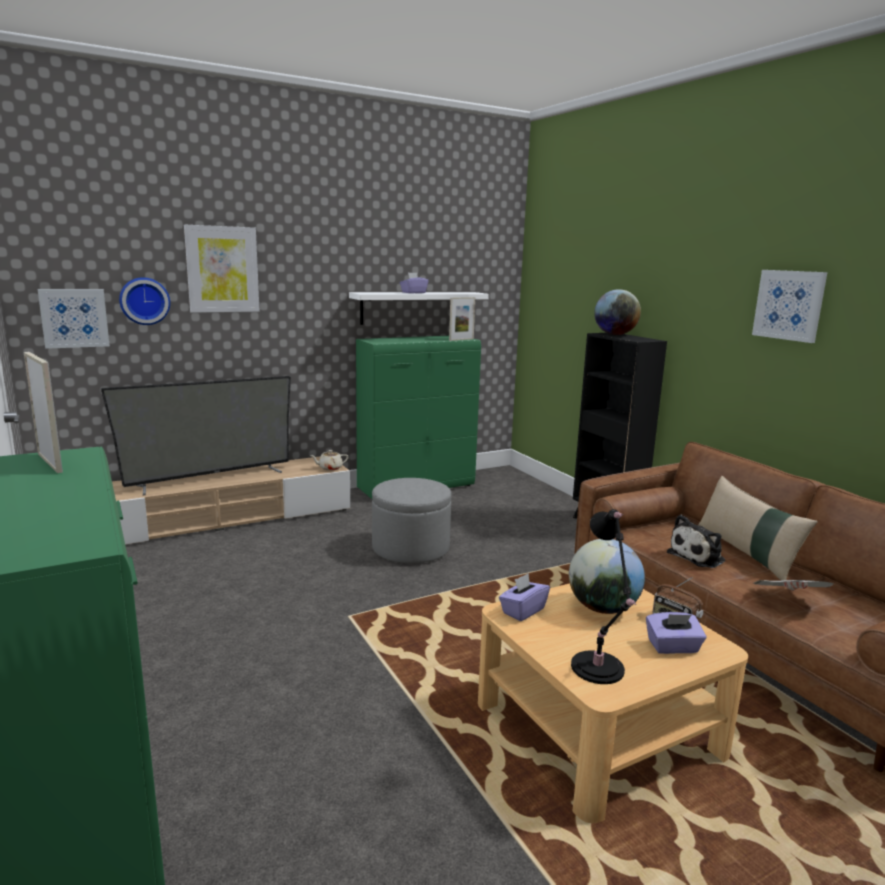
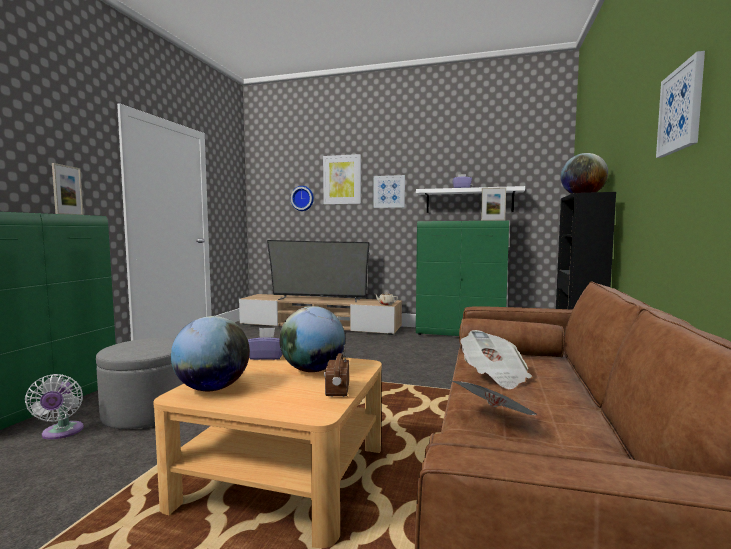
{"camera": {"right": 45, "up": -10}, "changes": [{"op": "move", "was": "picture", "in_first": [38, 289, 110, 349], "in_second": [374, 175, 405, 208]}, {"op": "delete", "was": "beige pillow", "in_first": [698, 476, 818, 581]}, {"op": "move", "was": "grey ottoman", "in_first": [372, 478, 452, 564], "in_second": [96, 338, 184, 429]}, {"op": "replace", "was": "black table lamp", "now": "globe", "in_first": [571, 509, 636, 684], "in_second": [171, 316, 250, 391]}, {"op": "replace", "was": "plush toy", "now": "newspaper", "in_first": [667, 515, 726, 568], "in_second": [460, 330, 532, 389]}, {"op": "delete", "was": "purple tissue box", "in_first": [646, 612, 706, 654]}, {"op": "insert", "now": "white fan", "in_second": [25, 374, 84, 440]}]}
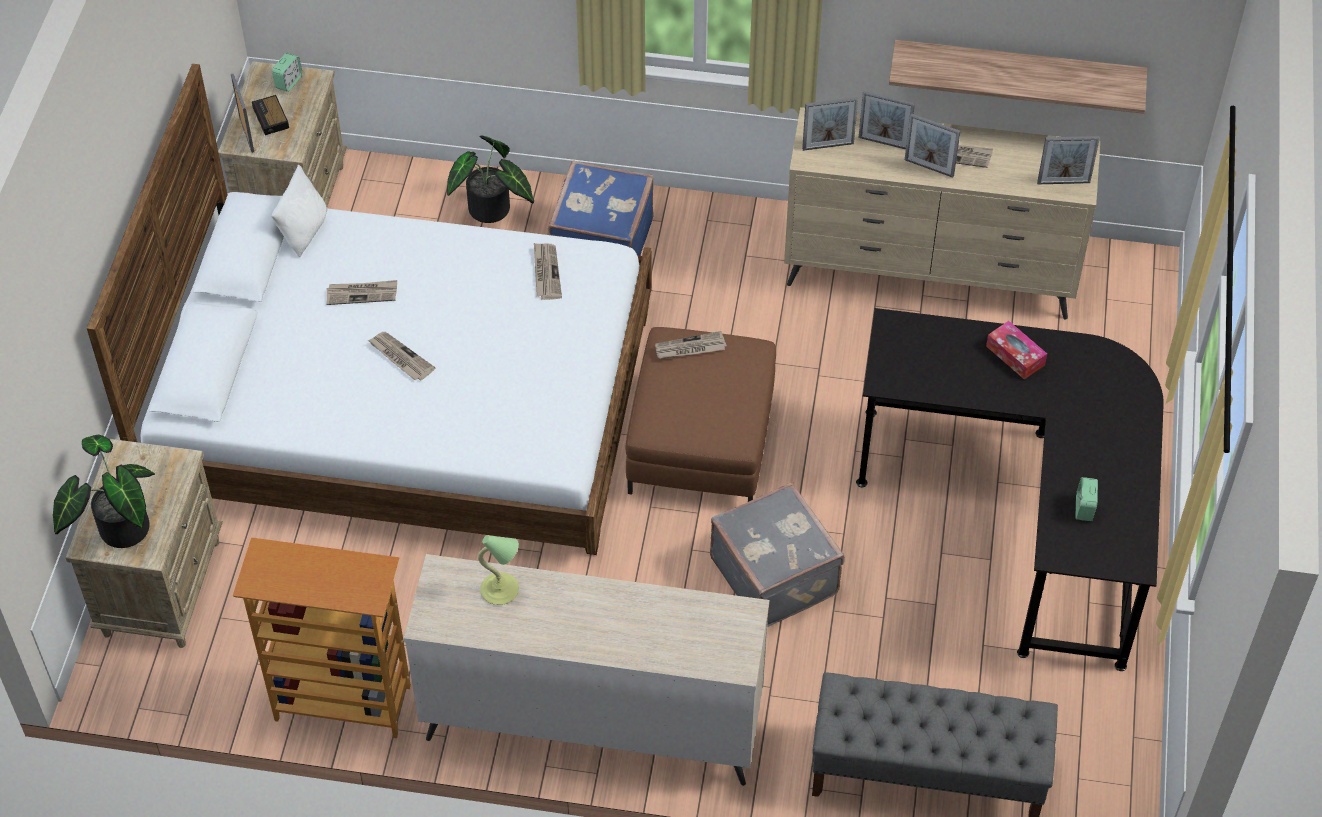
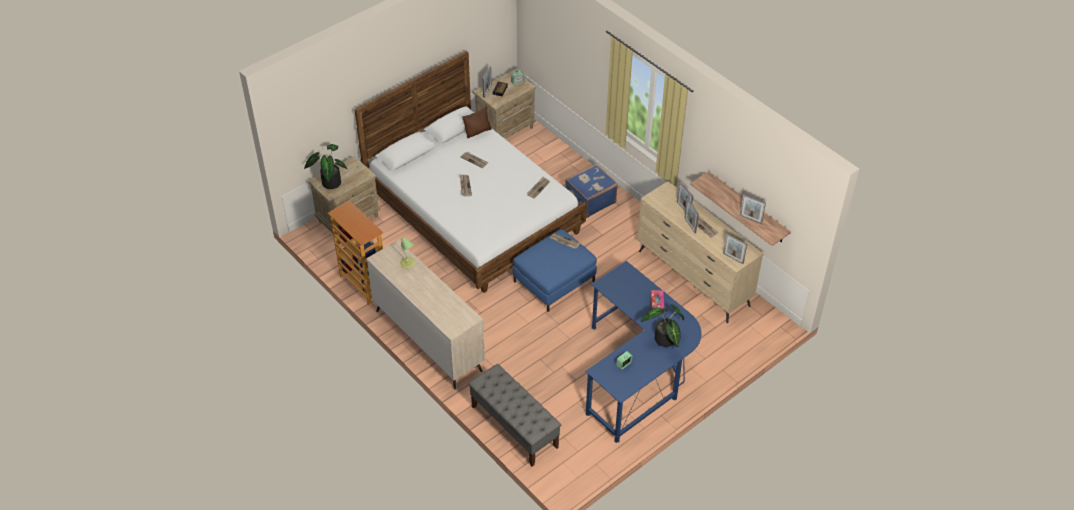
{"camera": {"right": 40, "up": -5}, "changes": [{"op": "move", "was": "picture frame", "in_first": [802, 97, 858, 151], "in_second": [740, 194, 766, 224]}, {"op": "move", "was": "potted plant", "in_first": [447, 135, 534, 223], "in_second": [640, 304, 685, 348]}, {"op": "recolor", "was": "white pillow", "now": "brown pillow", "in_first": [271, 165, 327, 257], "in_second": [462, 107, 492, 138]}, {"op": "recolor", "was": "black desk", "now": "blue desk", "in_first": [856, 308, 1164, 671], "in_second": [585, 261, 701, 443]}, {"op": "recolor", "was": "brown ottoman", "now": "blue ottoman", "in_first": [626, 327, 776, 502], "in_second": [513, 229, 597, 312]}, {"op": "delete", "was": "grey suitcase", "in_first": [710, 482, 845, 627]}]}
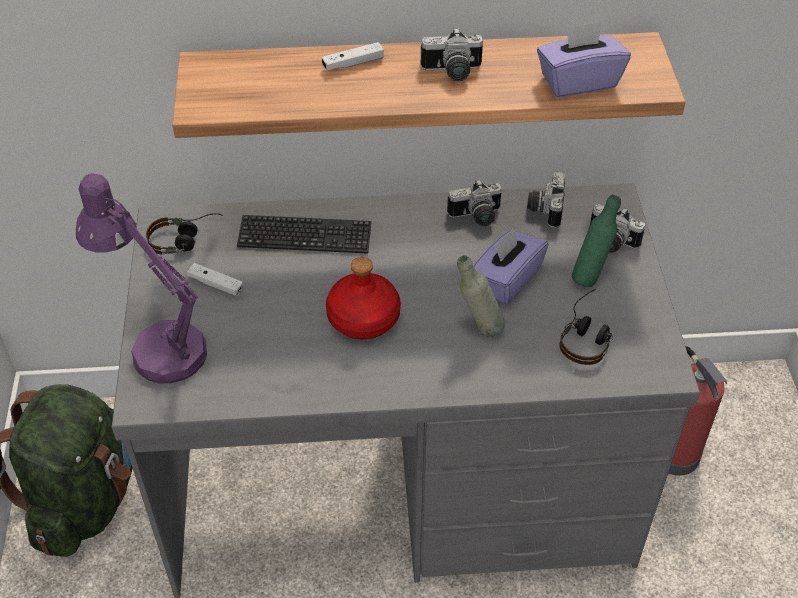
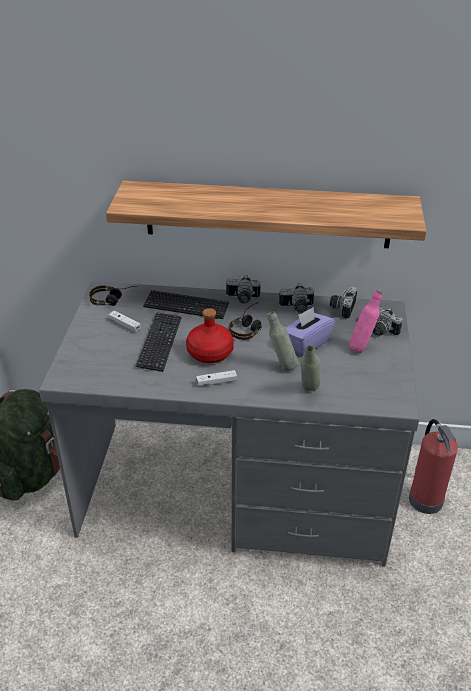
{"camera": {"right": 10, "up": -10}, "changes": [{"op": "delete", "was": "purple tissue box", "in_first": [537, 22, 631, 97]}, {"op": "move", "was": "photo camera", "in_first": [421, 28, 483, 81], "in_second": [226, 275, 261, 304]}, {"op": "move", "was": "white game controller", "in_first": [322, 42, 384, 70], "in_second": [196, 370, 237, 386]}, {"op": "delete", "was": "purple table lamp", "in_first": [76, 173, 207, 384]}, {"op": "recolor", "was": "green bottle", "now": "pink bottle", "in_first": [572, 195, 621, 287], "in_second": [349, 290, 382, 352]}, {"op": "move", "was": "headphones", "in_first": [559, 289, 613, 365], "in_second": [229, 302, 262, 340]}, {"op": "insert", "now": "keyboard", "in_second": [136, 313, 181, 372]}, {"op": "insert", "now": "grey bottle", "in_second": [300, 345, 320, 391]}]}
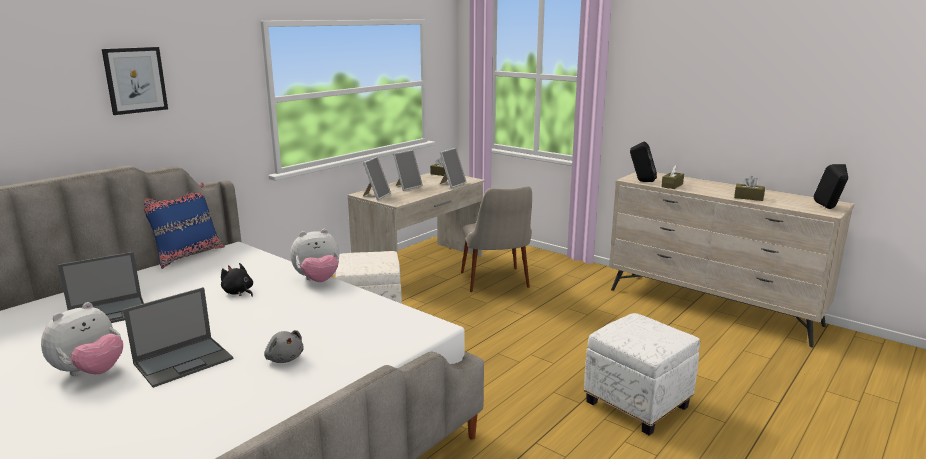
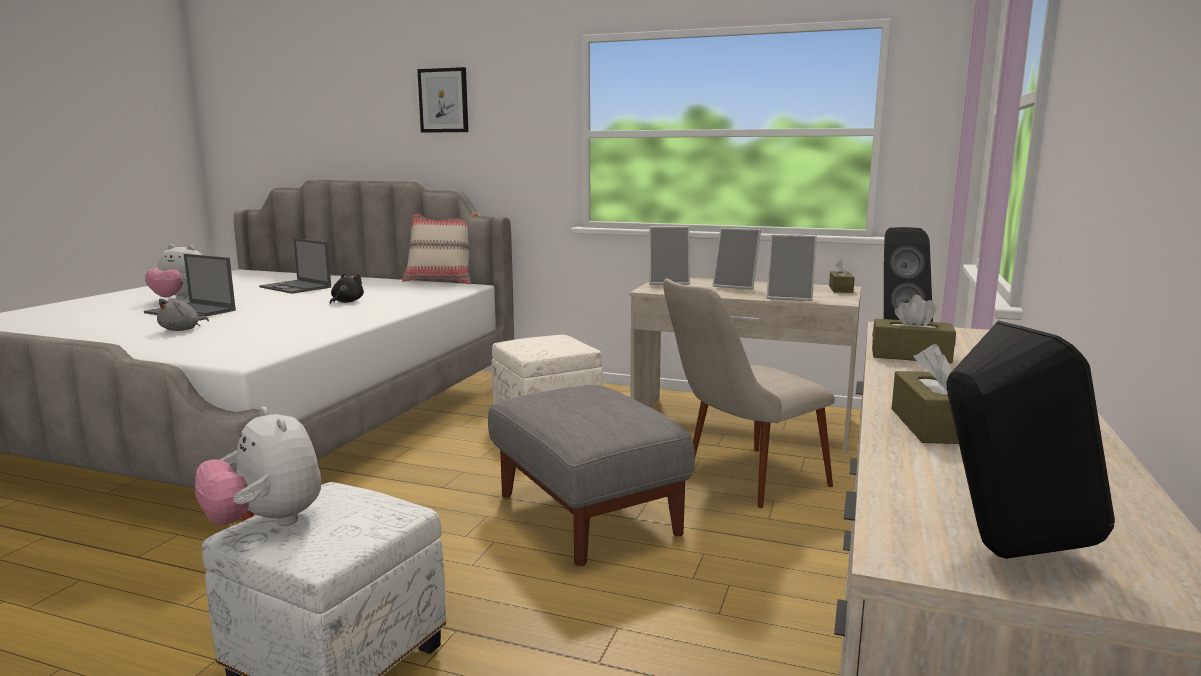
{"camera": {"right": 70, "up": -5}, "changes": [{"op": "recolor", "was": "blue pillow", "now": "beige pillow", "in_first": [144, 182, 225, 269], "in_second": [402, 212, 478, 284]}, {"op": "move", "was": "plush toy", "in_first": [290, 229, 339, 282], "in_second": [195, 407, 321, 526]}, {"op": "insert", "now": "grey ottoman", "in_second": [488, 384, 695, 566]}]}
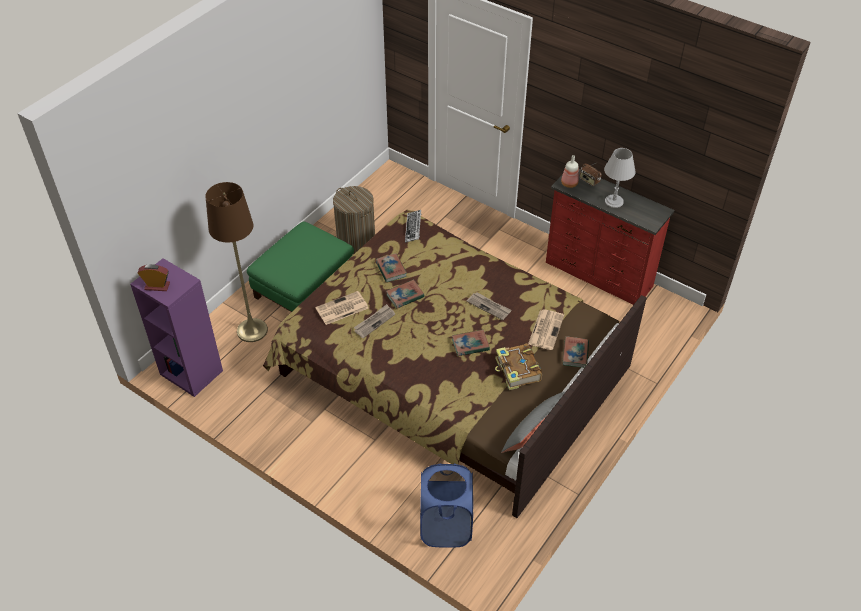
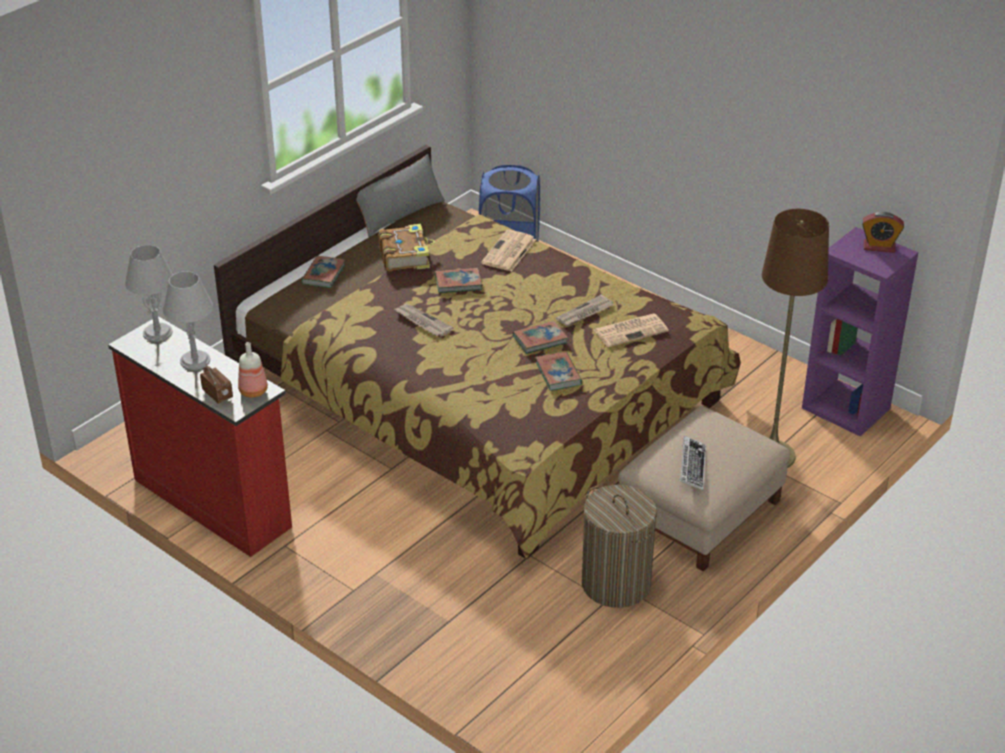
{"camera": {"right": -175, "up": -10}, "changes": [{"op": "move", "was": "keyboard", "in_first": [405, 210, 421, 243], "in_second": [680, 436, 706, 490]}, {"op": "recolor", "was": "green ottoman", "now": "beige ottoman", "in_first": [247, 221, 354, 312], "in_second": [618, 406, 790, 572]}, {"op": "move", "was": "newspaper", "in_first": [528, 309, 564, 350], "in_second": [481, 230, 536, 272]}, {"op": "insert", "now": "grey table lamp", "in_second": [125, 245, 173, 342]}]}
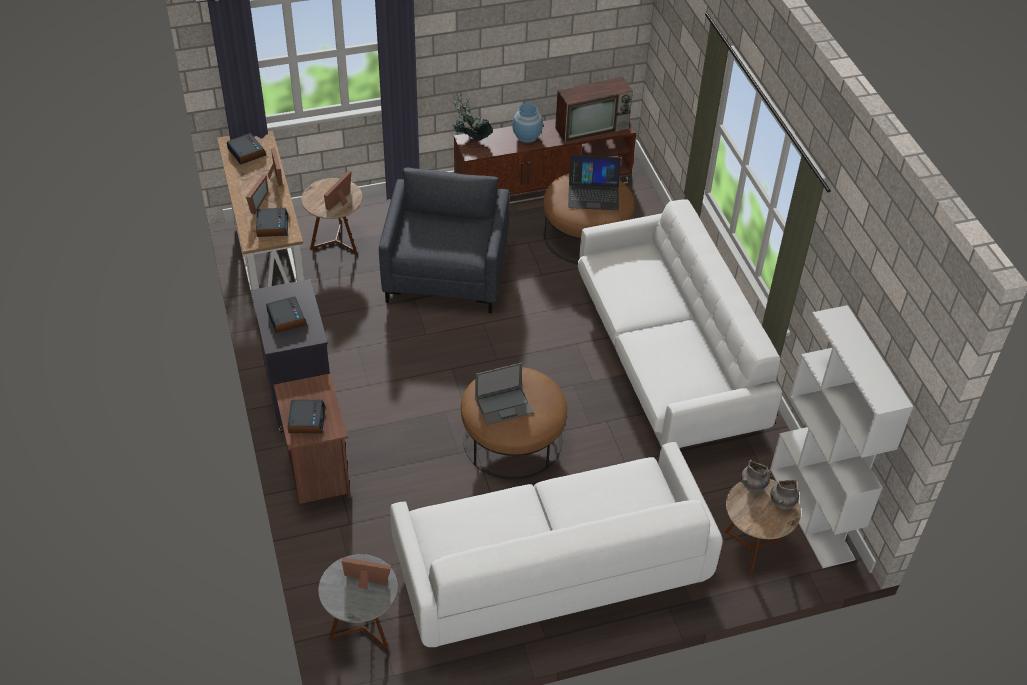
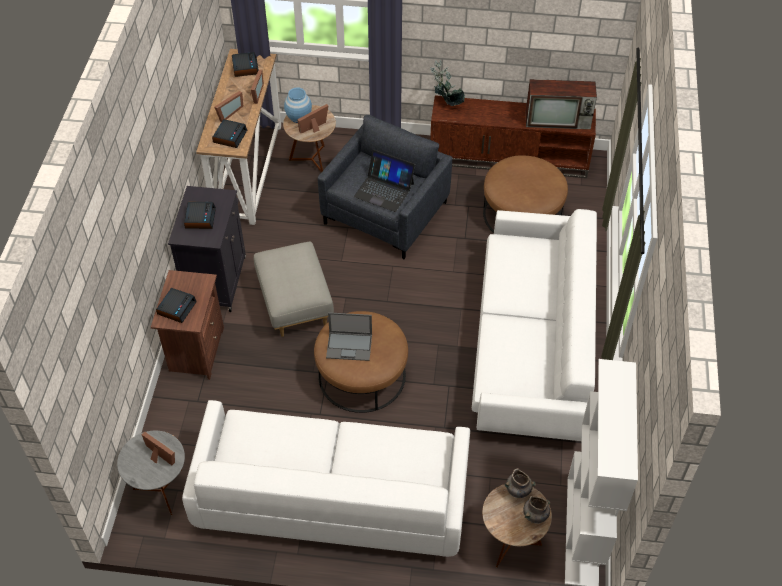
{"camera": {"right": 25, "up": 5}, "changes": [{"op": "move", "was": "blue vase", "in_first": [512, 103, 543, 143], "in_second": [284, 88, 312, 123]}, {"op": "move", "was": "laptop", "in_first": [568, 155, 621, 210], "in_second": [354, 150, 415, 212]}, {"op": "insert", "now": "grey ottoman", "in_second": [254, 242, 334, 337]}]}
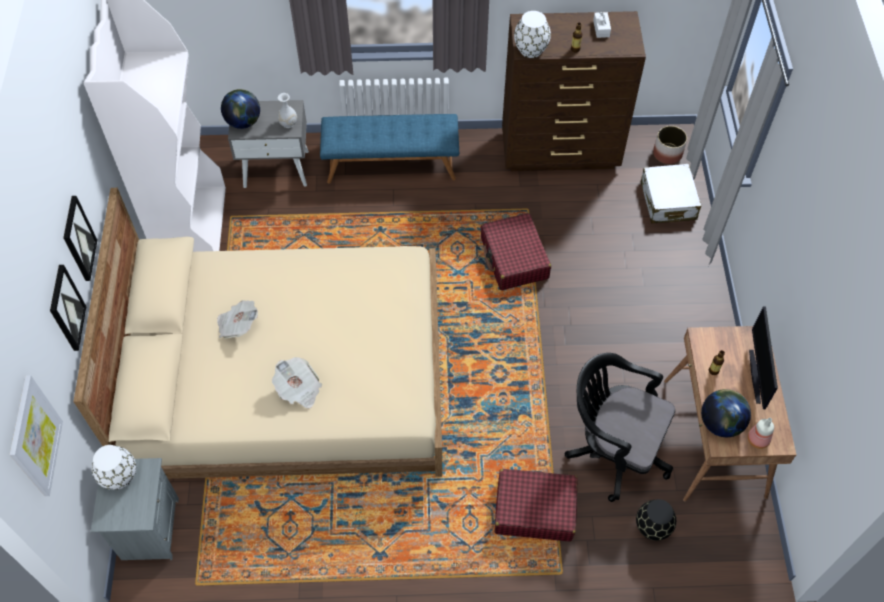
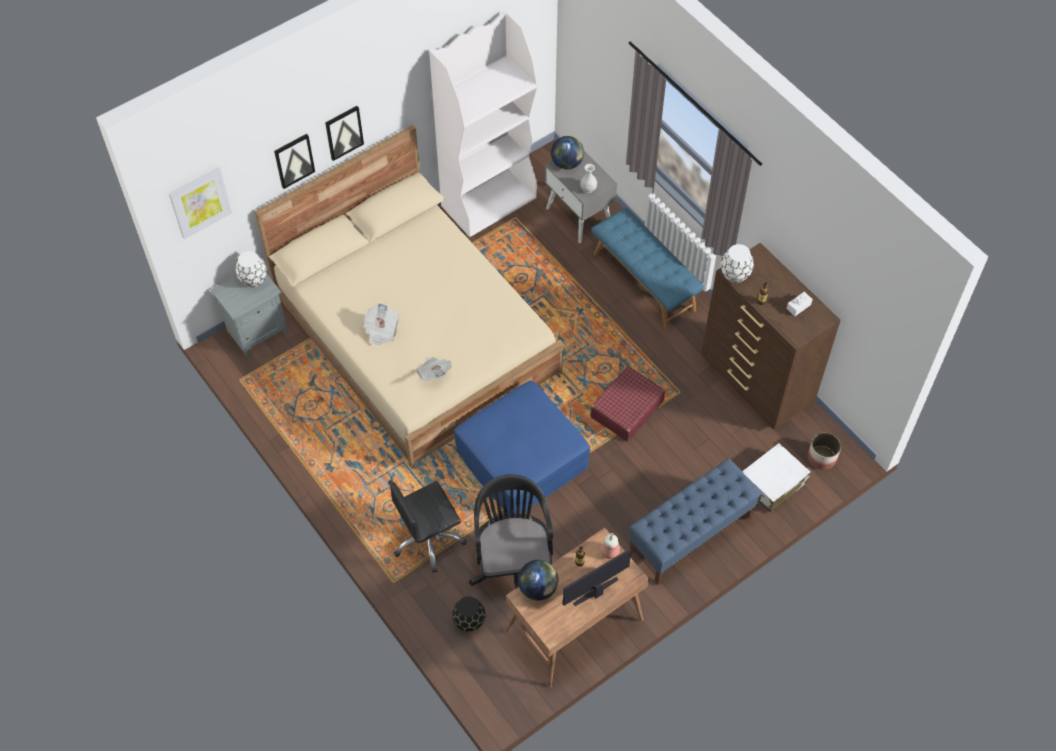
{"camera": {"right": 55, "up": 0}, "changes": [{"op": "move", "was": "newspaper", "in_first": [217, 300, 258, 338], "in_second": [416, 357, 452, 381]}, {"op": "move", "was": "bottle", "in_first": [748, 418, 774, 449], "in_second": [601, 533, 620, 559]}, {"op": "replace", "was": "red suitcase", "now": "black office chair", "in_first": [495, 469, 578, 541], "in_second": [388, 481, 467, 573]}, {"op": "insert", "now": "blue ottoman", "in_second": [454, 381, 590, 514]}, {"op": "insert", "now": "blue bench", "in_second": [629, 458, 762, 585]}]}
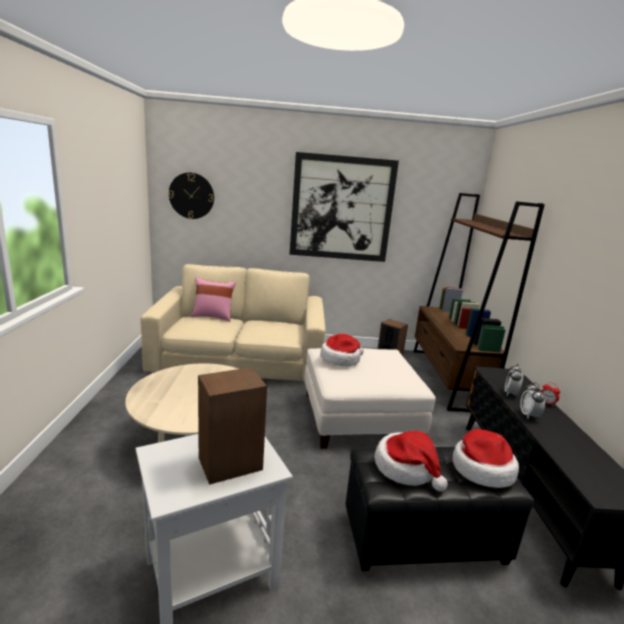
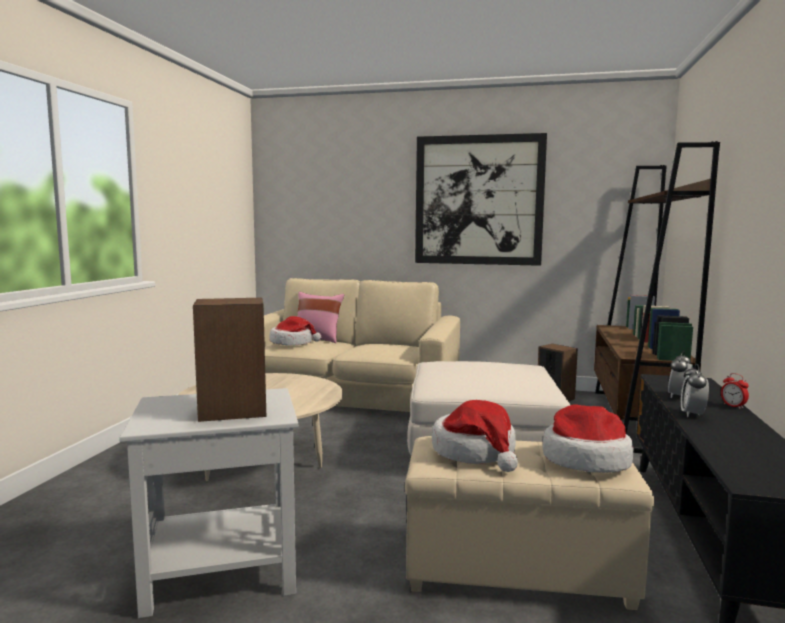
{"camera": {"right": 15, "up": -10}, "changes": [{"op": "delete", "was": "wall clock", "in_first": [169, 172, 214, 219]}, {"op": "move", "was": "hat", "in_first": [320, 334, 364, 366], "in_second": [269, 316, 321, 346]}, {"op": "recolor", "was": "black ottoman", "now": "beige ottoman", "in_first": [345, 447, 534, 571], "in_second": [405, 436, 654, 610]}]}
